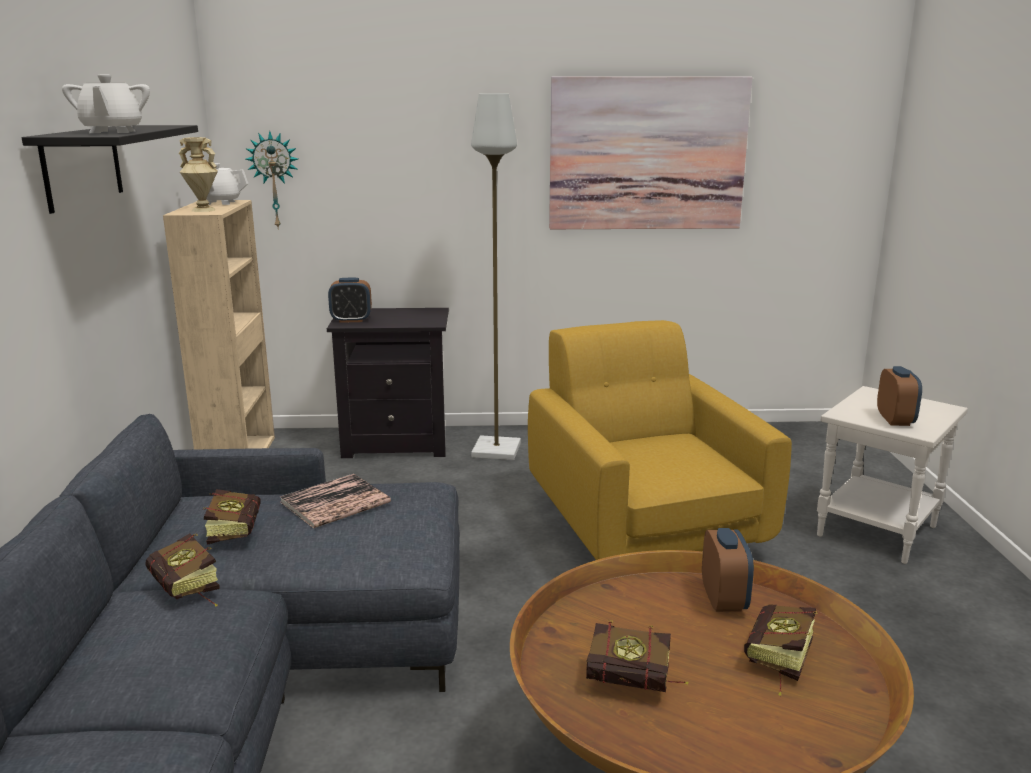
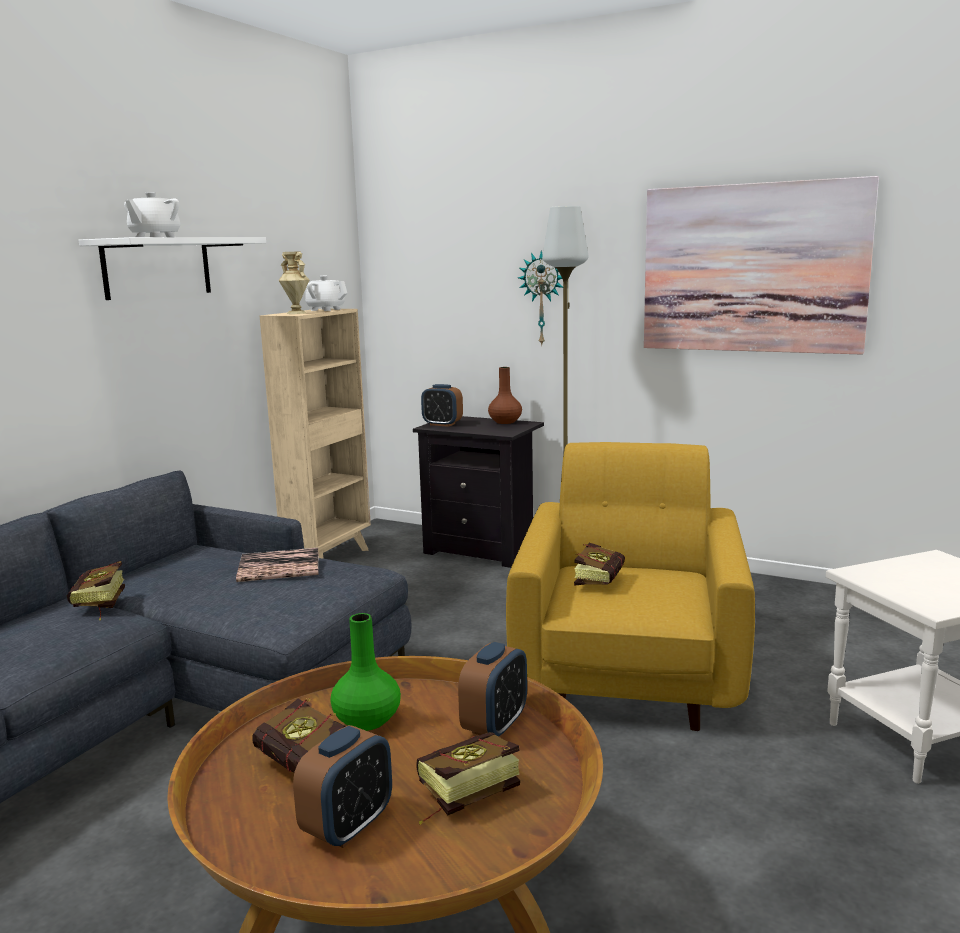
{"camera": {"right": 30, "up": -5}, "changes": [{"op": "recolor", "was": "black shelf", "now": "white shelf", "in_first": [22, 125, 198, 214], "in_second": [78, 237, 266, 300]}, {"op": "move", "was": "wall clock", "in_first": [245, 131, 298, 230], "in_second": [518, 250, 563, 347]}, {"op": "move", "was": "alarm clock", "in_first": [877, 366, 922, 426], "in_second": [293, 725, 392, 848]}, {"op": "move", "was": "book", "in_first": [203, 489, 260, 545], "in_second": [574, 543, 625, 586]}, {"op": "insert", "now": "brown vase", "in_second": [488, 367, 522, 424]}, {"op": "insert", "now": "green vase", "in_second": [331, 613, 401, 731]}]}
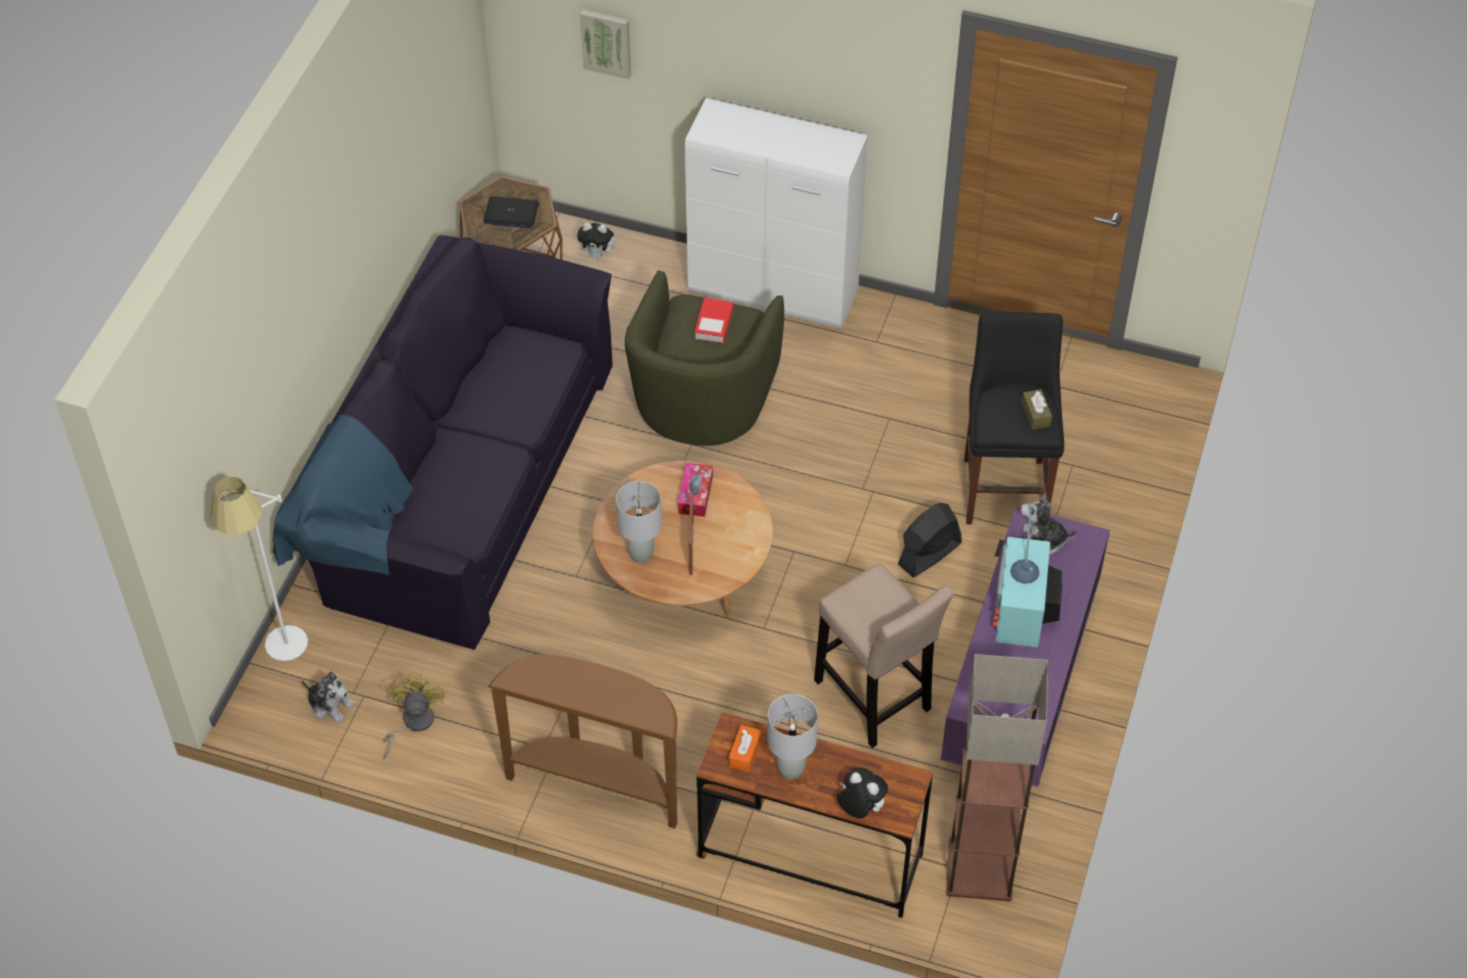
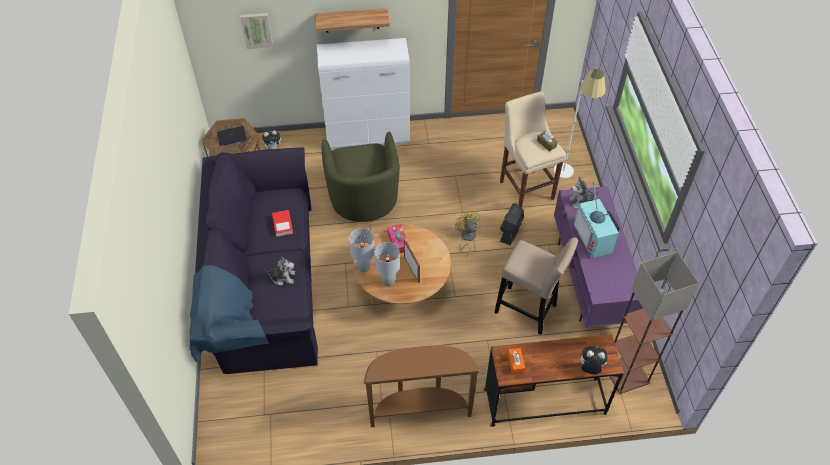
{"camera": {"right": -25, "up": 0}, "changes": [{"op": "move", "was": "book", "in_first": [694, 298, 734, 343], "in_second": [272, 210, 293, 237]}, {"op": "recolor", "was": "black stool", "now": "beige stool", "in_first": [964, 312, 1064, 524], "in_second": [500, 91, 566, 208]}, {"op": "move", "was": "white floor lamp", "in_first": [210, 477, 308, 661], "in_second": [554, 69, 606, 178]}, {"op": "move", "was": "plush toy", "in_first": [301, 671, 355, 723], "in_second": [264, 256, 295, 286]}, {"op": "move", "was": "yellow fan", "in_first": [383, 673, 445, 759], "in_second": [455, 211, 480, 257]}, {"op": "move", "was": "grey table lamp", "in_first": [768, 694, 818, 779], "in_second": [349, 228, 375, 273]}, {"op": "insert", "now": "shelf", "in_second": [315, 8, 390, 33]}]}
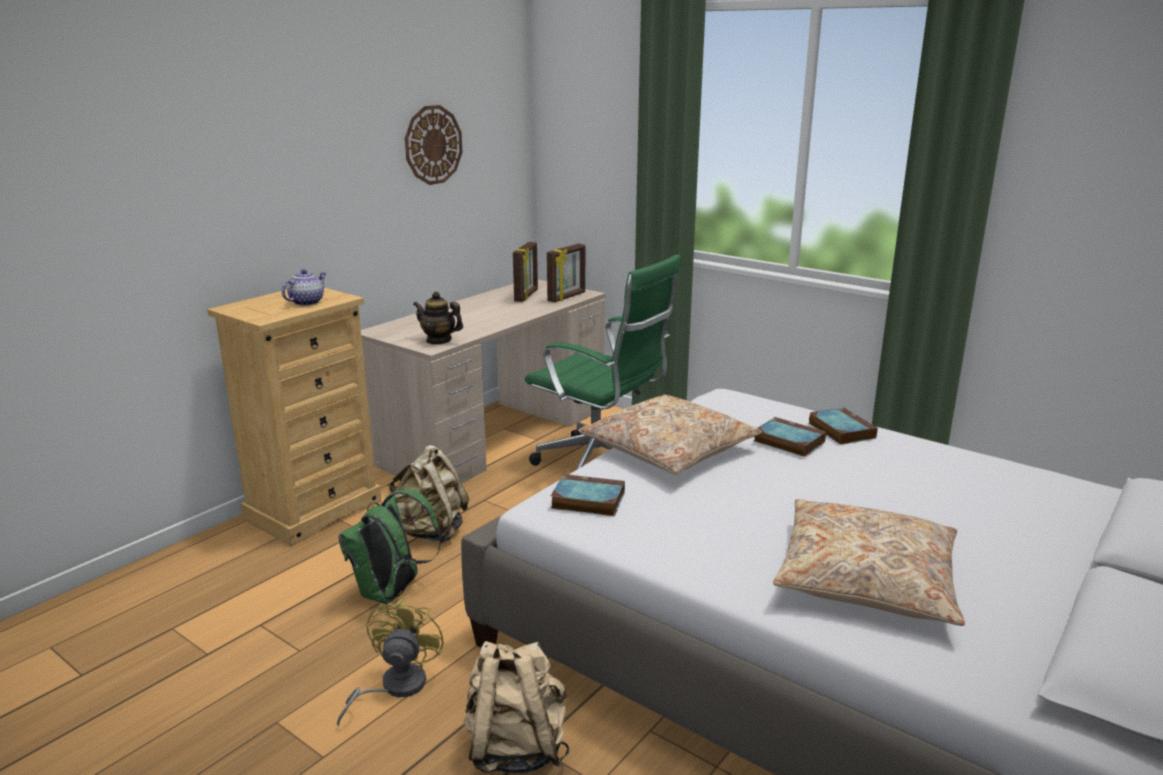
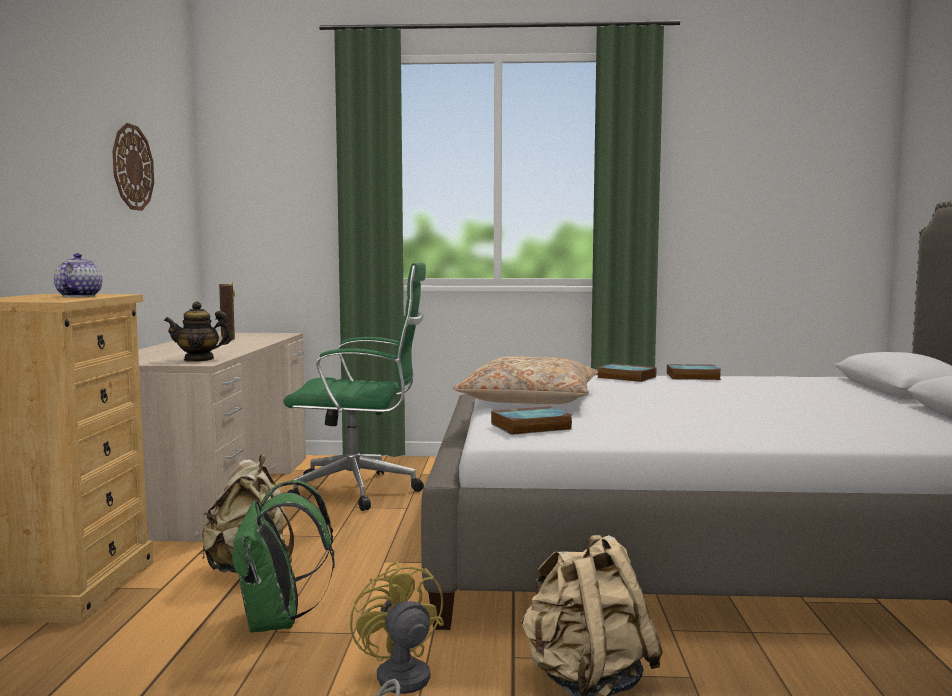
{"camera": {"right": -35, "up": -15}, "changes": [{"op": "delete", "was": "picture frame", "in_first": [547, 244, 585, 302]}, {"op": "move", "was": "book", "in_first": [754, 417, 826, 457], "in_second": [667, 364, 722, 380]}, {"op": "delete", "was": "beige pillow", "in_first": [773, 499, 965, 626]}]}
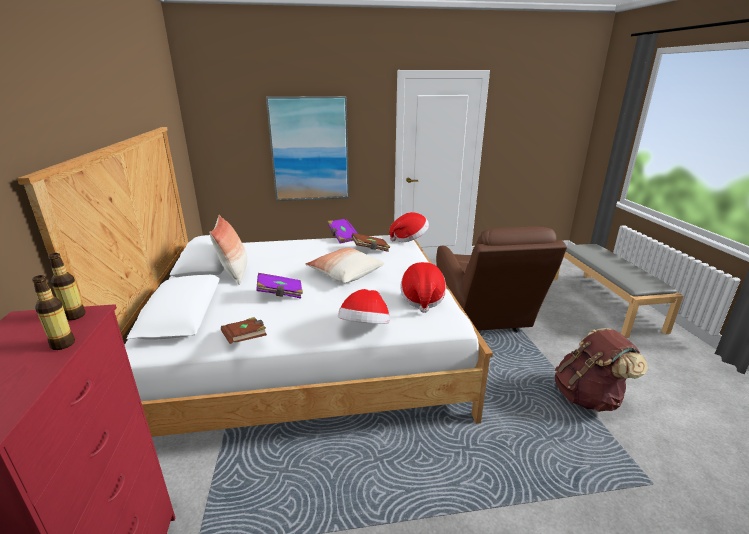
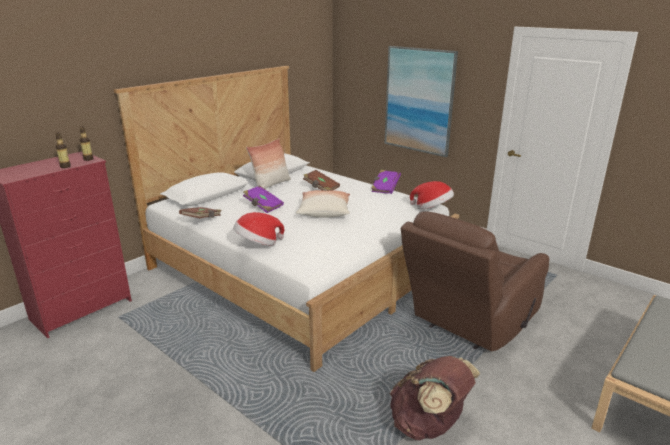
{"camera": {"right": 50, "up": 0}, "changes": [{"op": "move", "was": "brown book", "in_first": [351, 233, 390, 252], "in_second": [303, 170, 340, 191]}, {"op": "delete", "was": "hat", "in_first": [400, 262, 446, 313]}]}
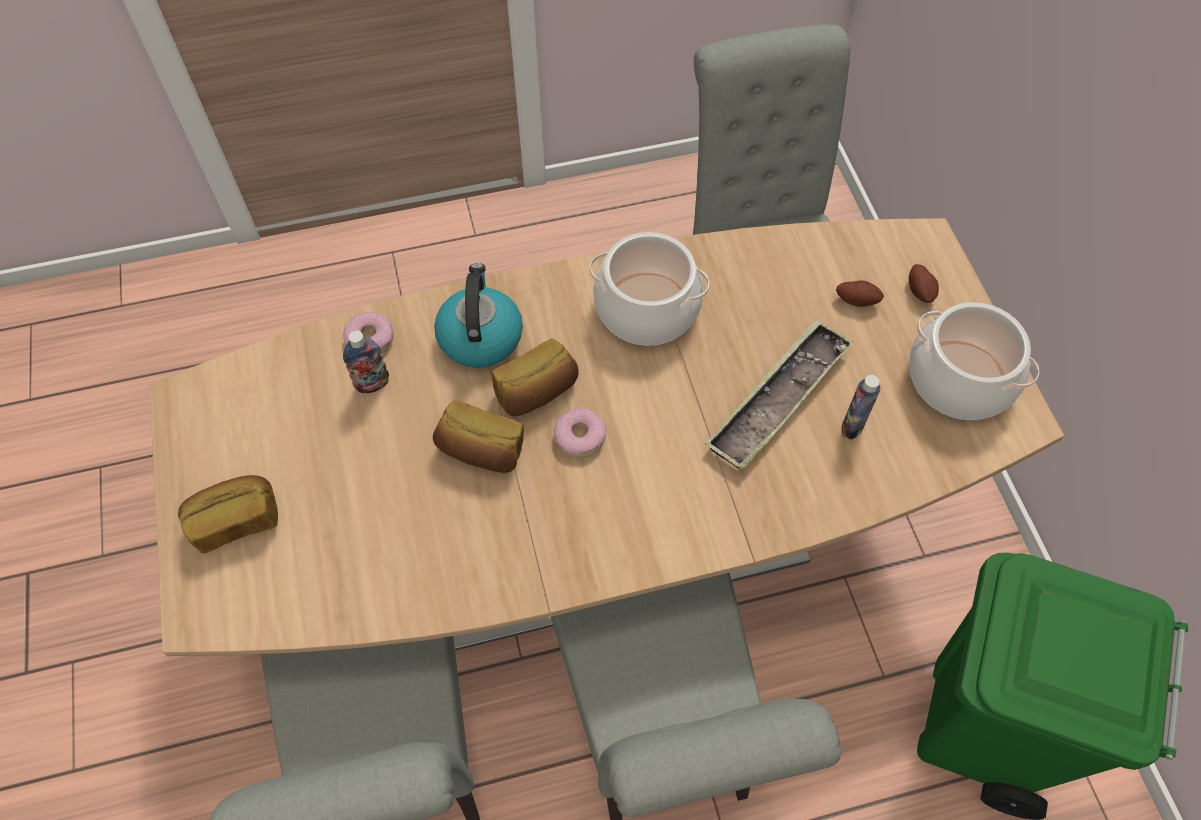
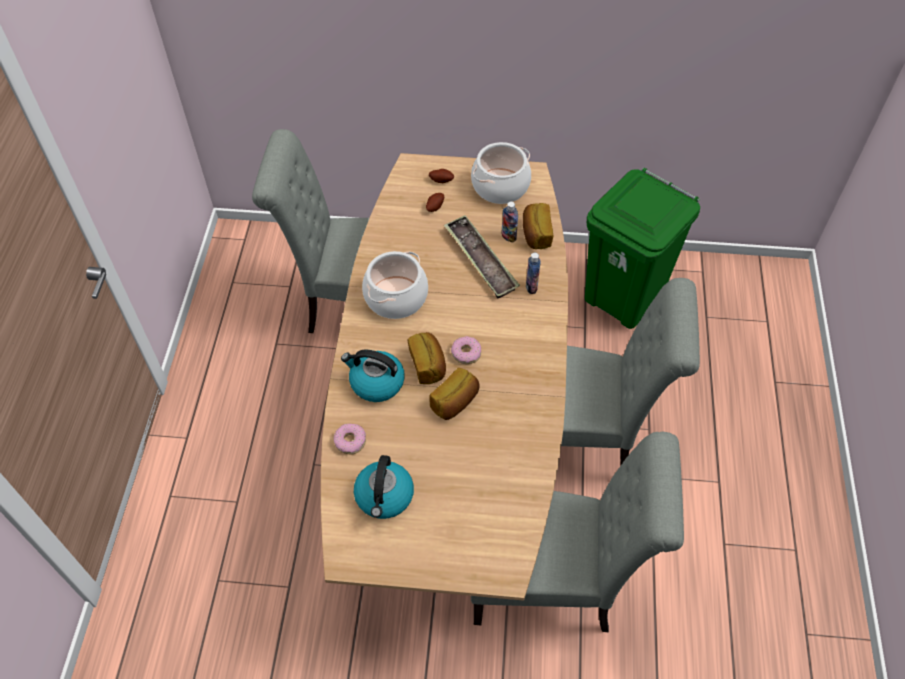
{"camera": {"right": -70, "up": -5}, "changes": [{"op": "move", "was": "bottle", "in_first": [343, 331, 389, 393], "in_second": [526, 252, 541, 294]}, {"op": "move", "was": "bread", "in_first": [178, 475, 278, 554], "in_second": [523, 203, 553, 249]}, {"op": "insert", "now": "kettle", "in_second": [354, 455, 414, 519]}]}
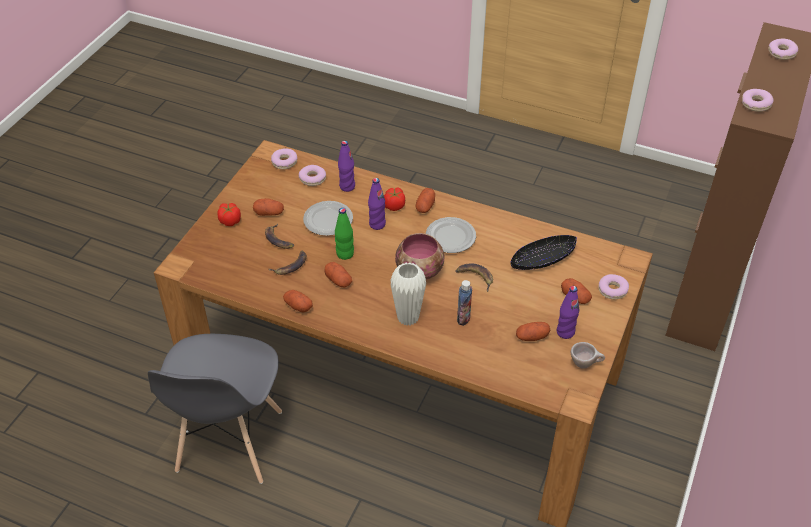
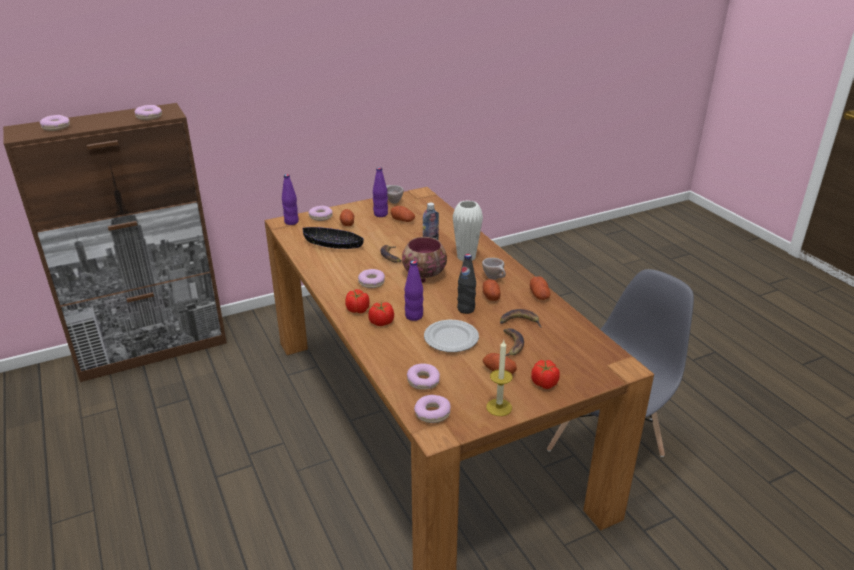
{"camera": {"right": -140, "up": -15}, "changes": [{"op": "move", "was": "purple bottle", "in_first": [338, 141, 355, 192], "in_second": [282, 174, 299, 225]}, {"op": "replace", "was": "potato", "now": "tomato", "in_first": [416, 188, 435, 213], "in_second": [345, 289, 370, 313]}, {"op": "recolor", "was": "green bottle", "now": "black bottle", "in_first": [335, 208, 354, 260], "in_second": [457, 254, 476, 314]}, {"op": "replace", "was": "plate", "now": "donut", "in_first": [426, 217, 476, 253], "in_second": [358, 269, 385, 288]}, {"op": "insert", "now": "beige cup", "in_second": [482, 258, 506, 280]}, {"op": "insert", "now": "candle", "in_second": [486, 340, 512, 416]}]}
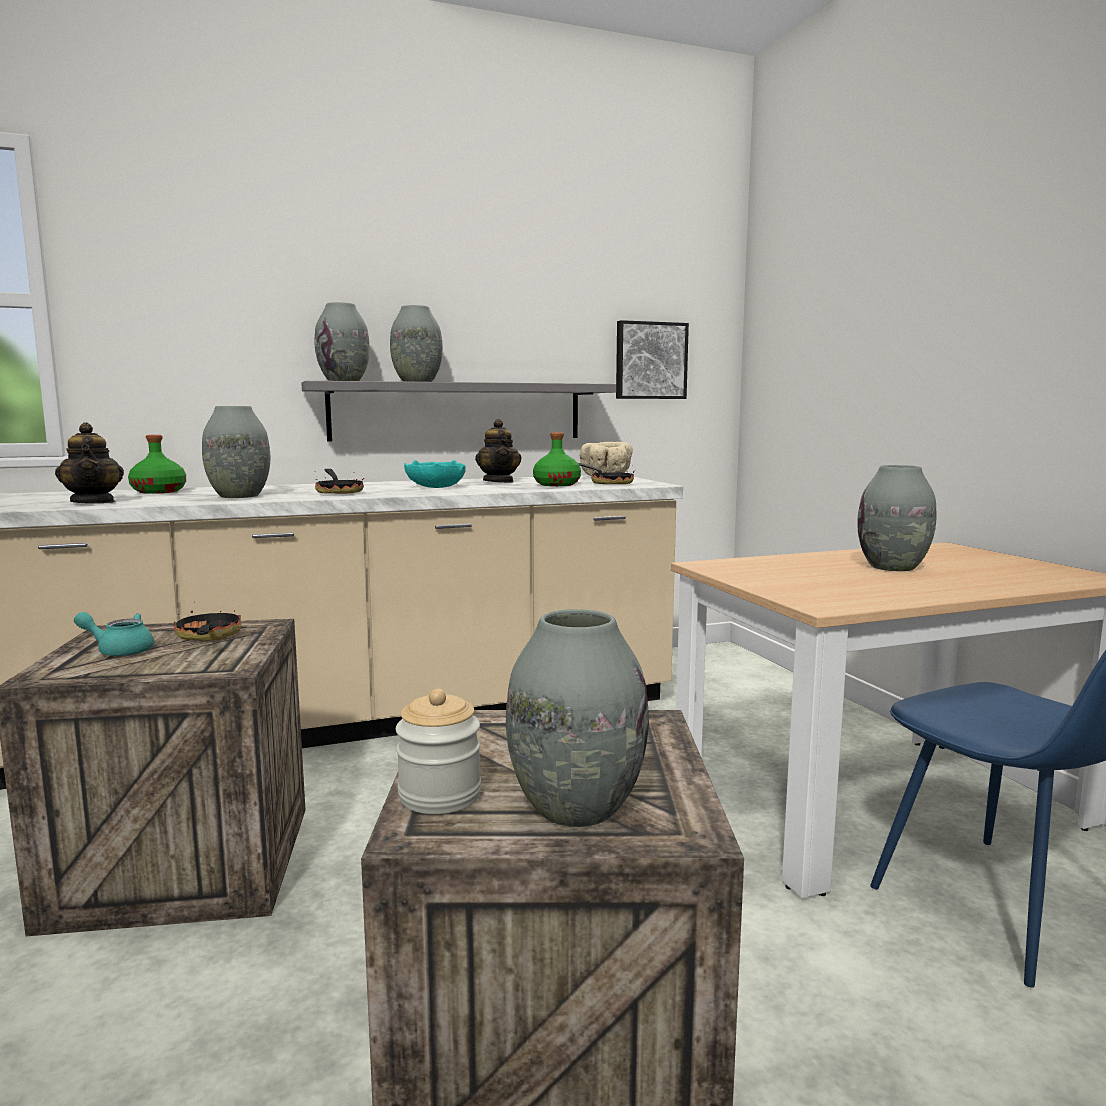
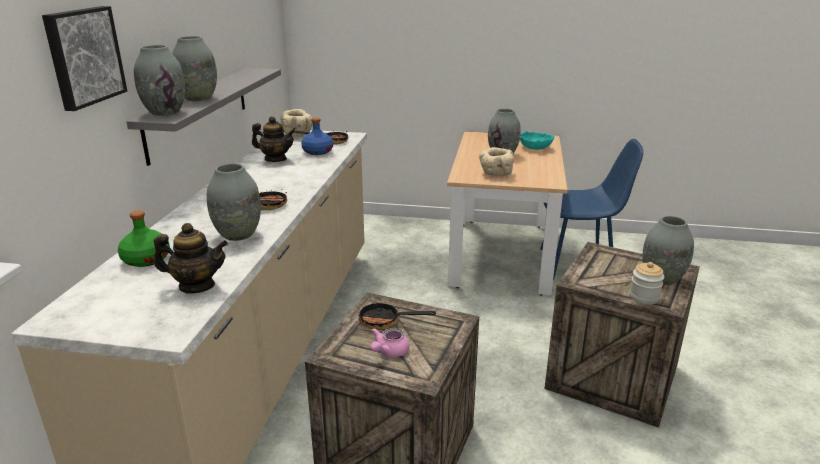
{"camera": {"right": -60, "up": 15}, "changes": [{"op": "move", "was": "picture", "in_first": [616, 320, 689, 399], "in_second": [42, 6, 127, 111]}, {"op": "recolor", "was": "green bottle", "now": "blue bottle", "in_first": [533, 432, 581, 486], "in_second": [301, 118, 333, 155]}, {"op": "move", "was": "turquoise bowl", "in_first": [404, 460, 466, 488], "in_second": [520, 131, 554, 150]}, {"op": "recolor", "was": "turquoise teapot", "now": "pink teapot", "in_first": [74, 612, 154, 656], "in_second": [371, 328, 410, 357]}, {"op": "insert", "now": "beige bowl", "in_second": [479, 147, 514, 176]}]}
